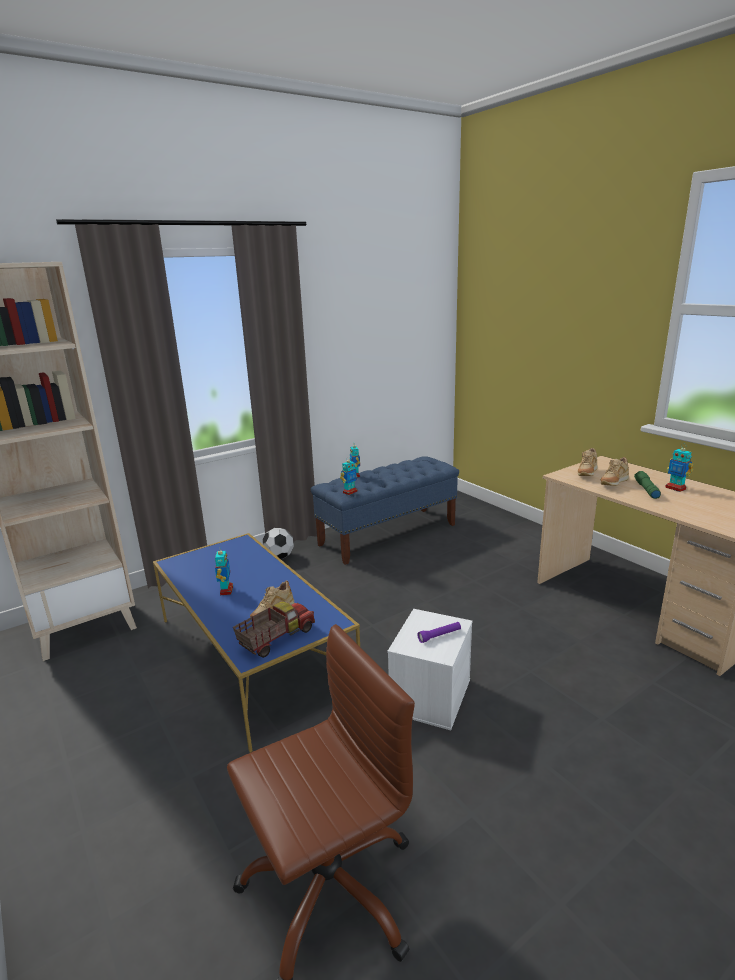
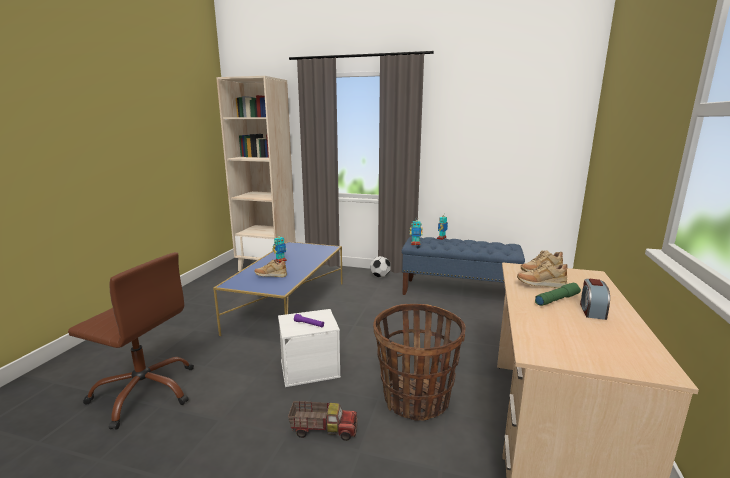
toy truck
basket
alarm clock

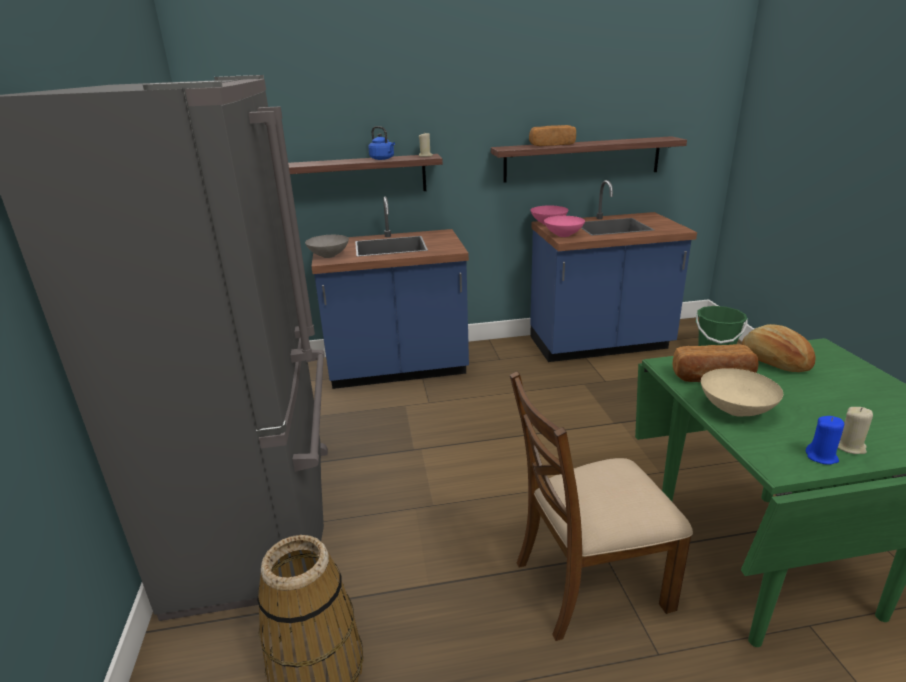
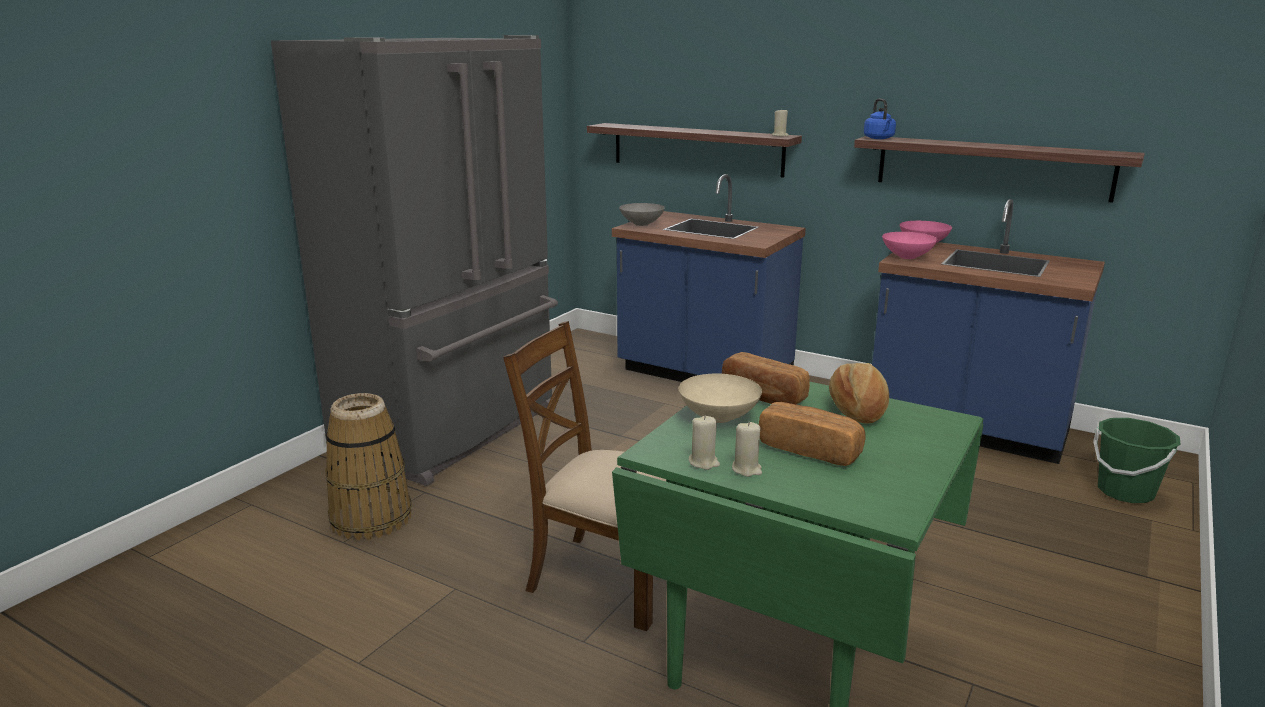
candle in beige (1st from left)
bread (2nd from left)
kettle in blue

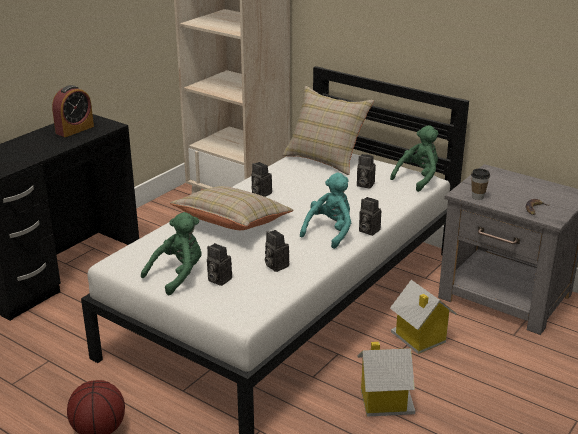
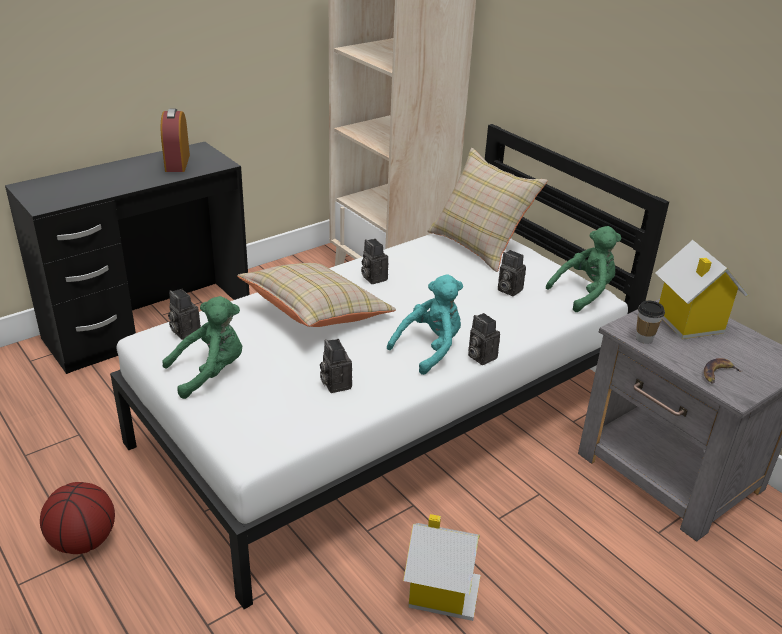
alarm clock
photo camera (1st from left)
toy house (2nd from left)

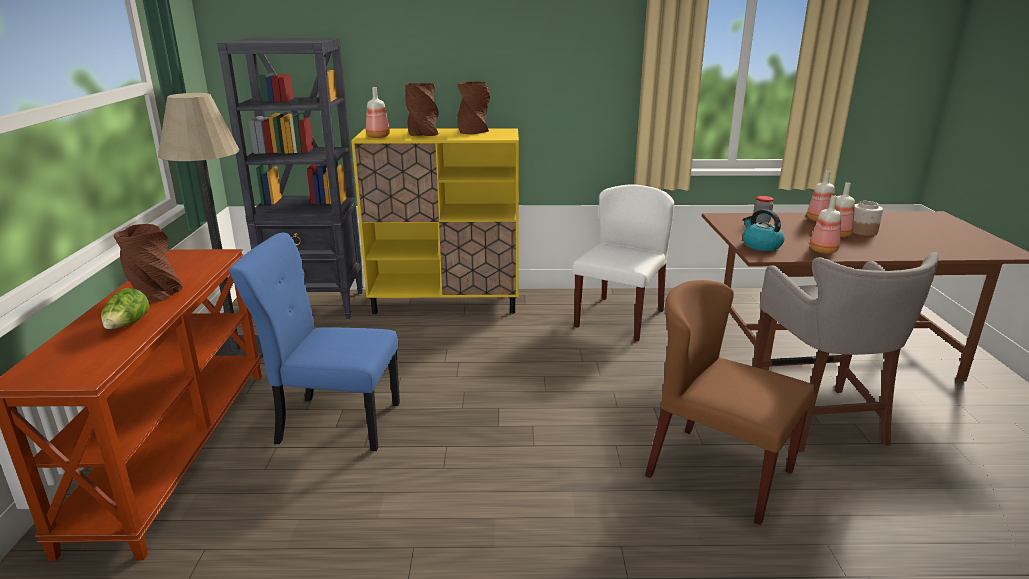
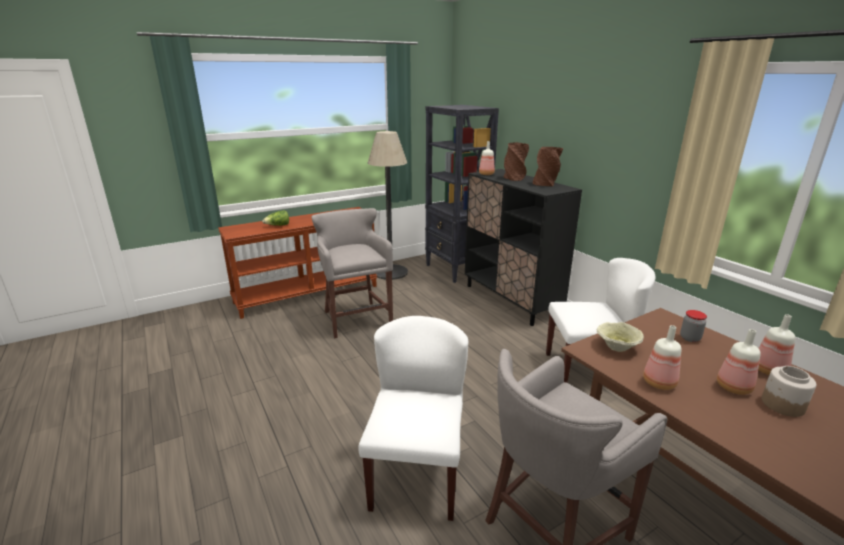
stool in grey (1st from left)
chair in white (1st from left)
cabinet in black
bowl in beige
vase in brown (1st from left in the first image)

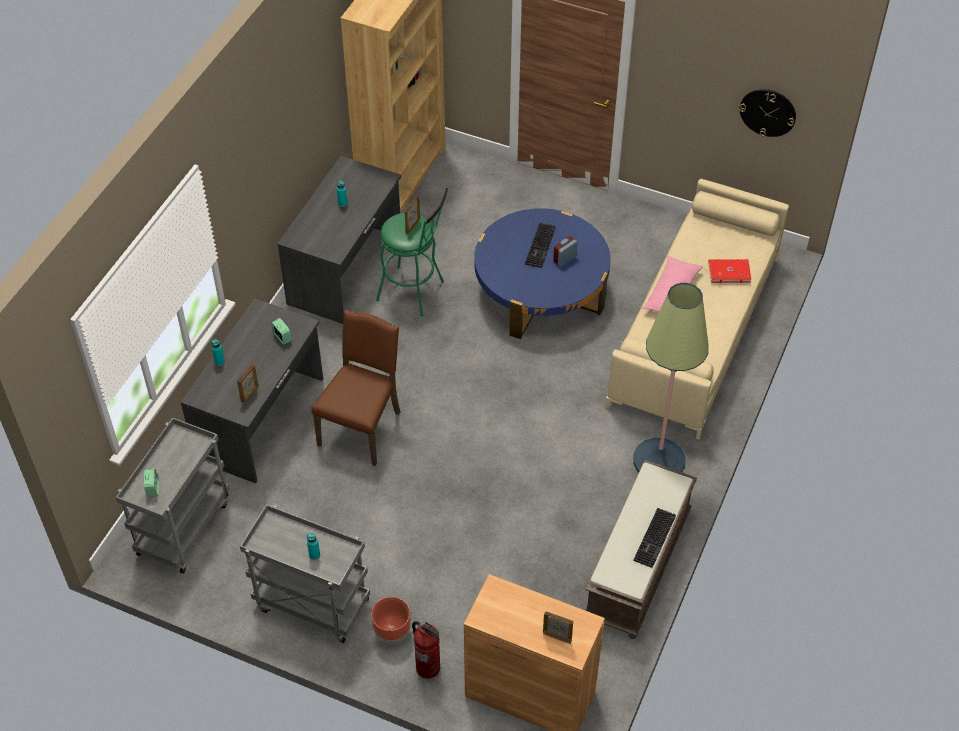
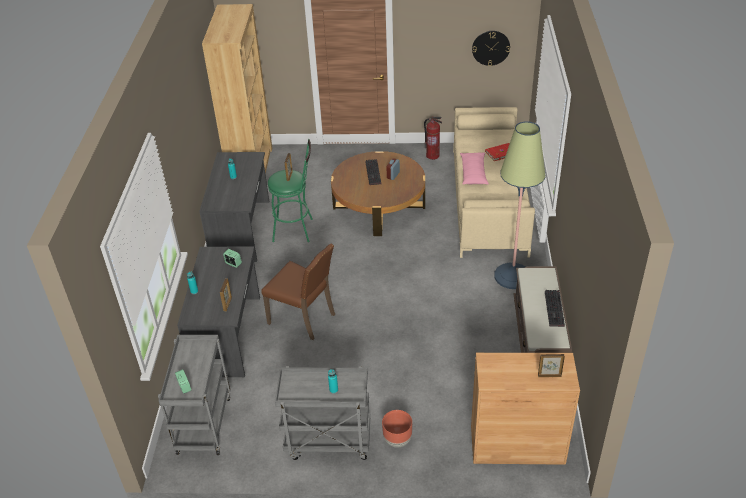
chair in brown
coffee table in brown
fire extinguisher

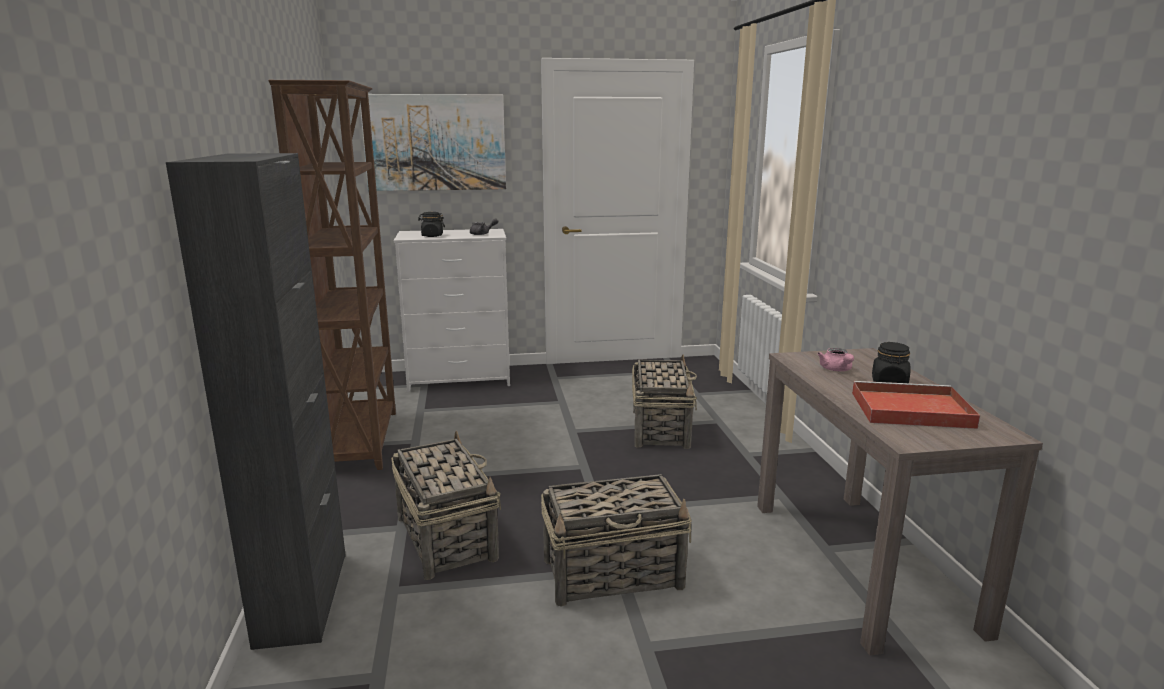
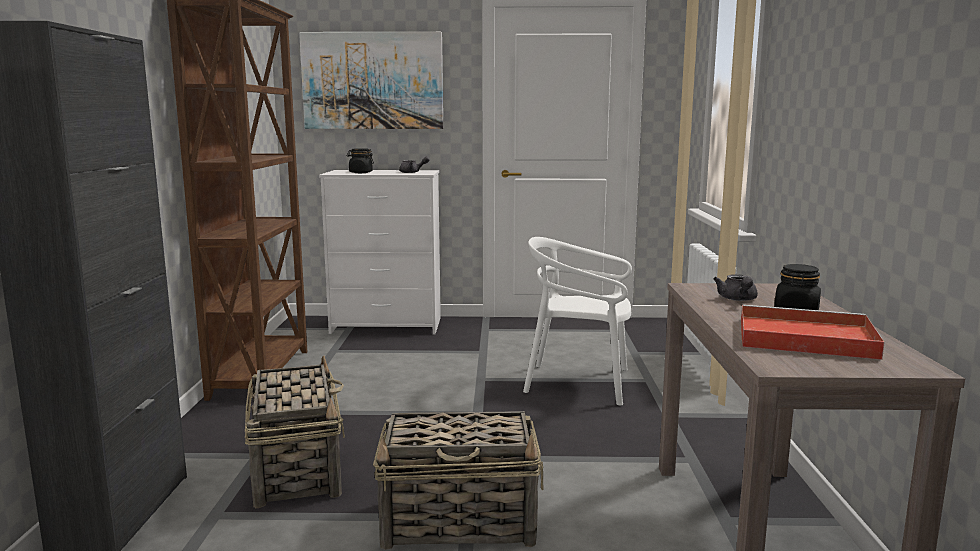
chair in white
teapot in grey (2nd from left)

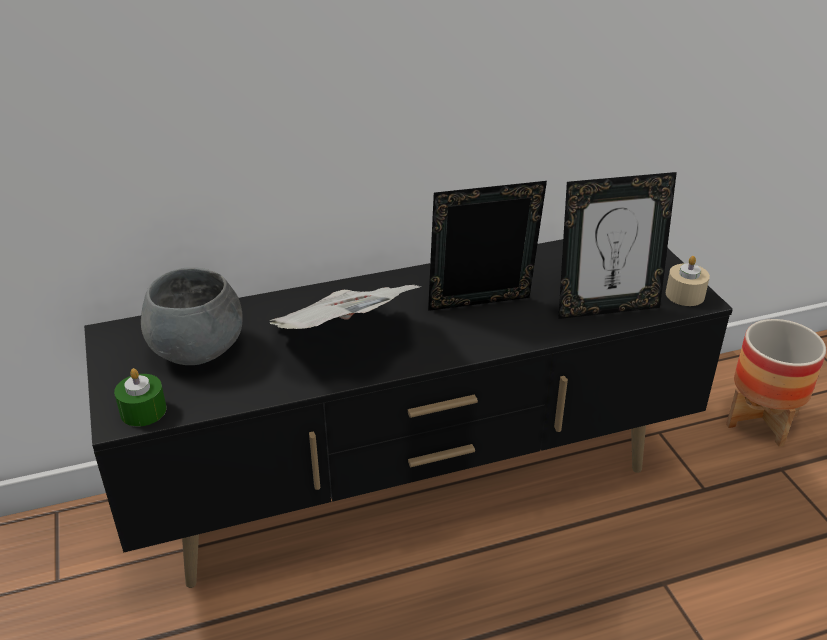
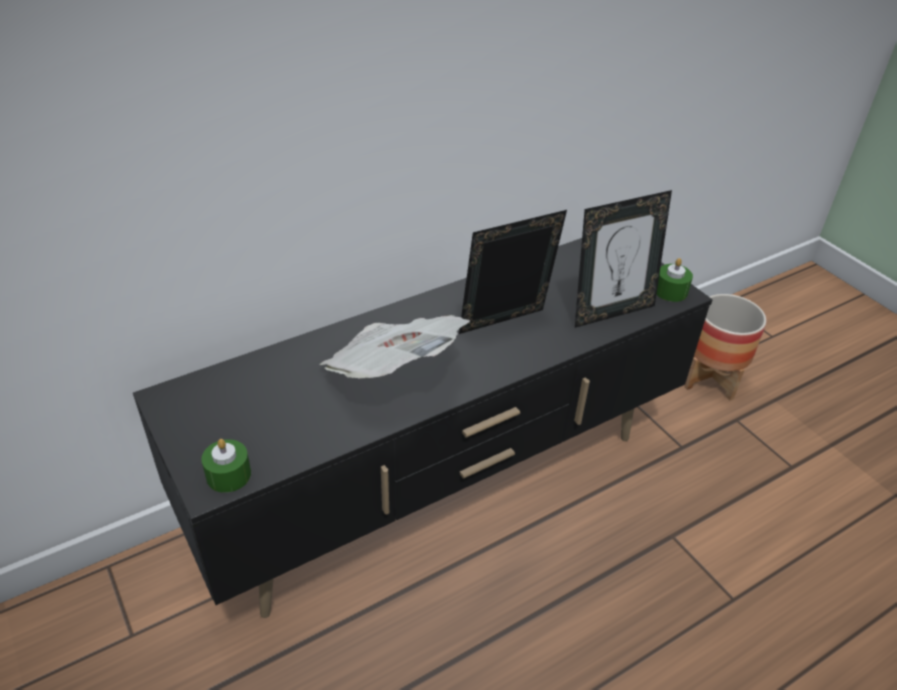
candle in green (2nd from left)
bowl in grey

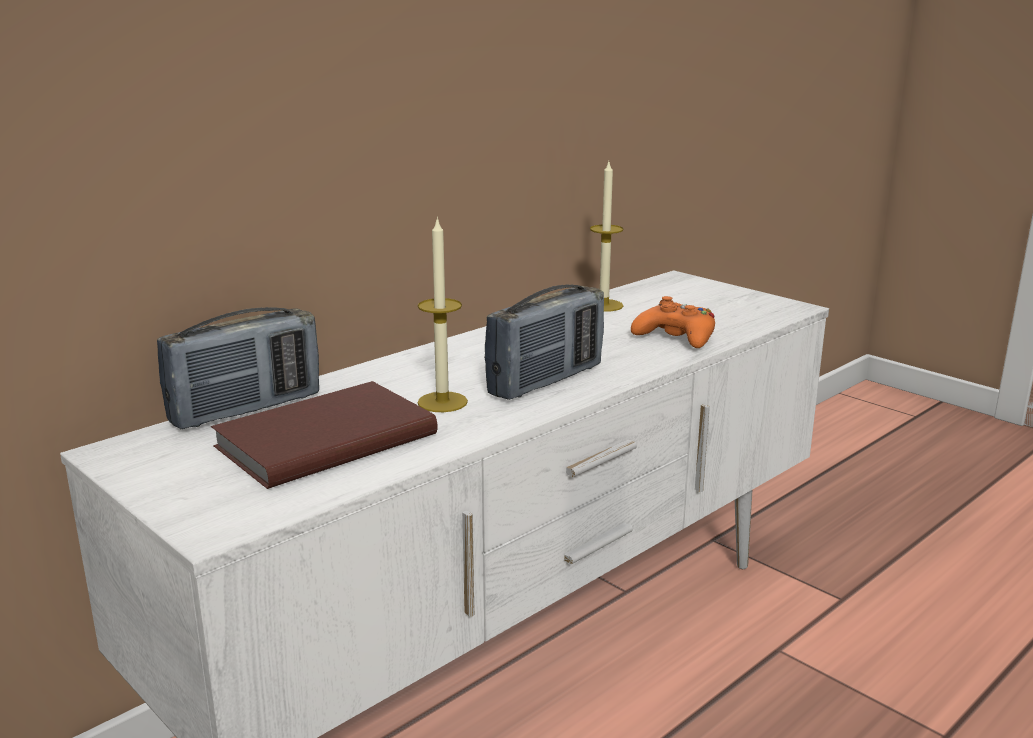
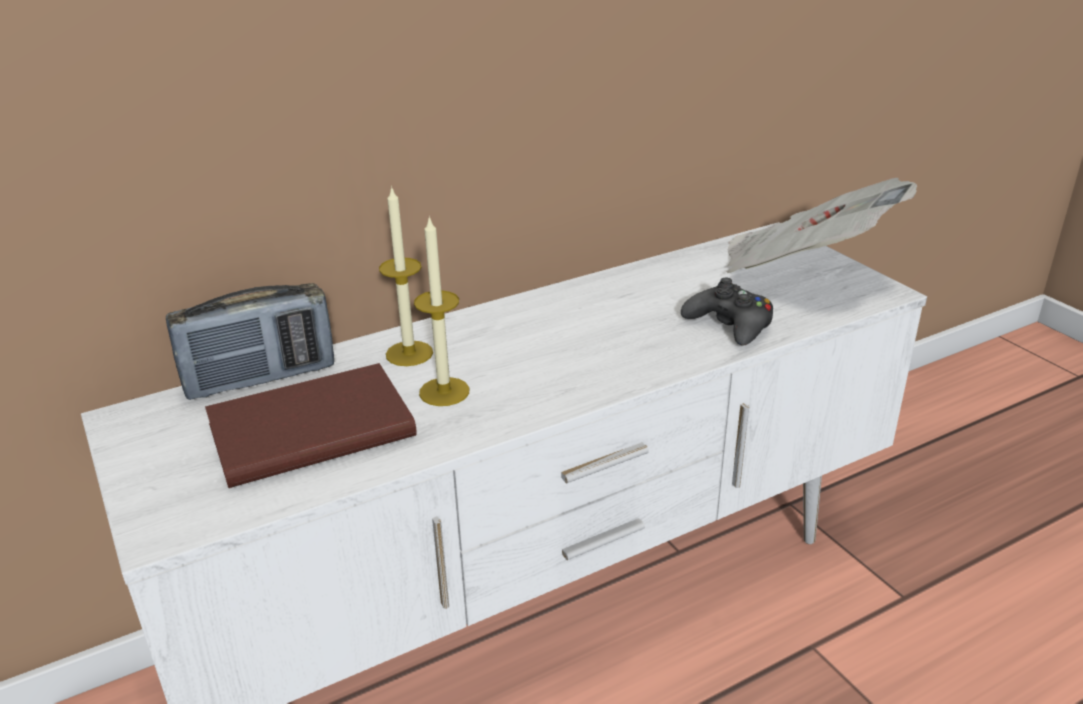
candle (1st from left)
game controller in black
newspaper
radio (2nd from left in the first image)

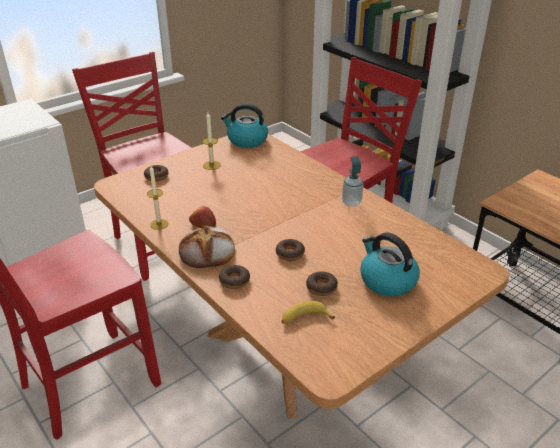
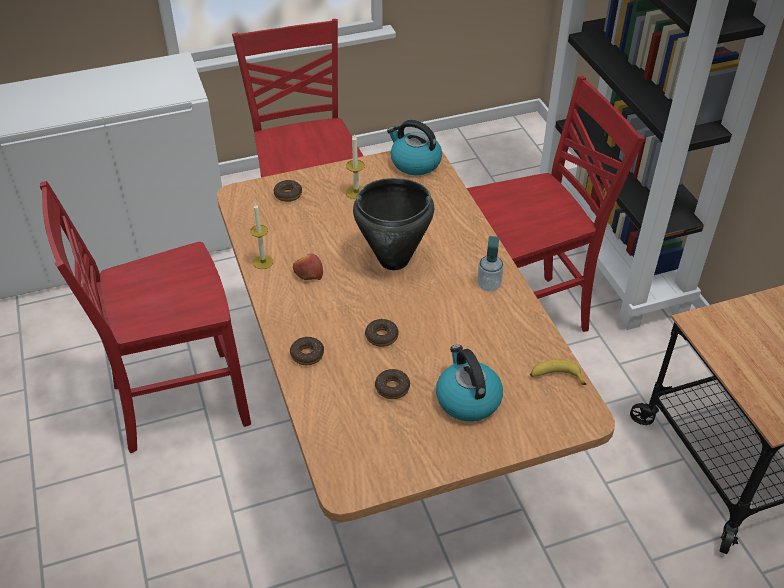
cooking pot in black
banana
bread

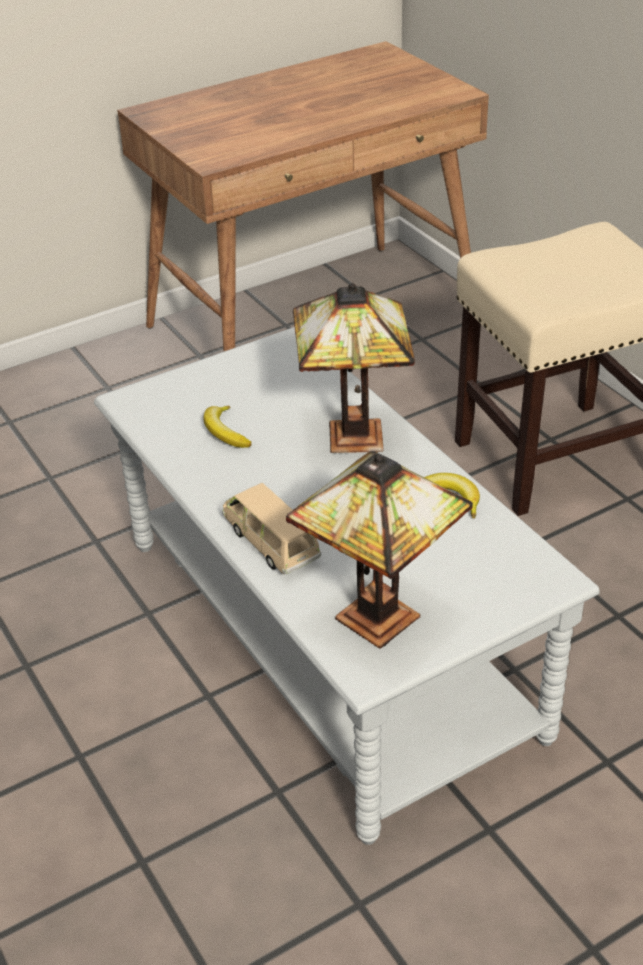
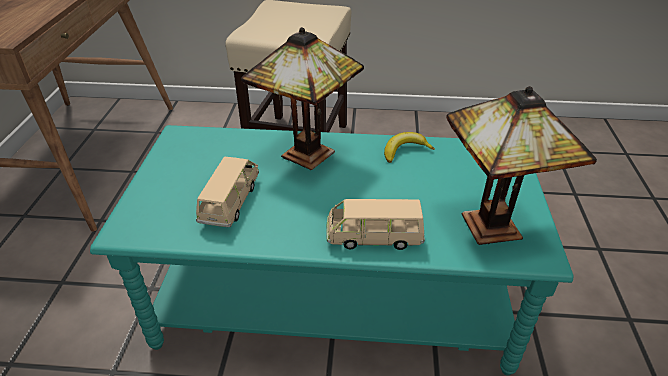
coffee table in turquoise
toy car in beige (1st from left)

